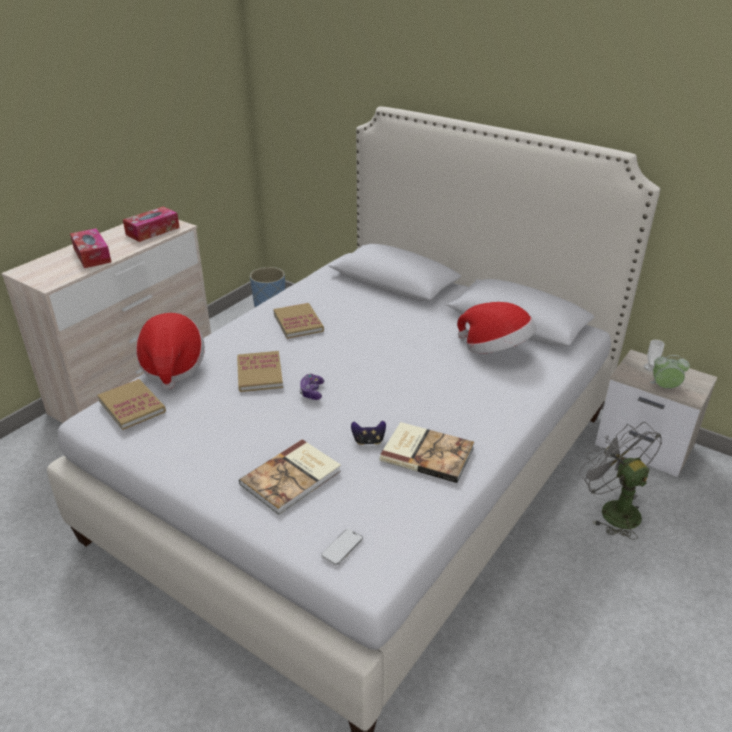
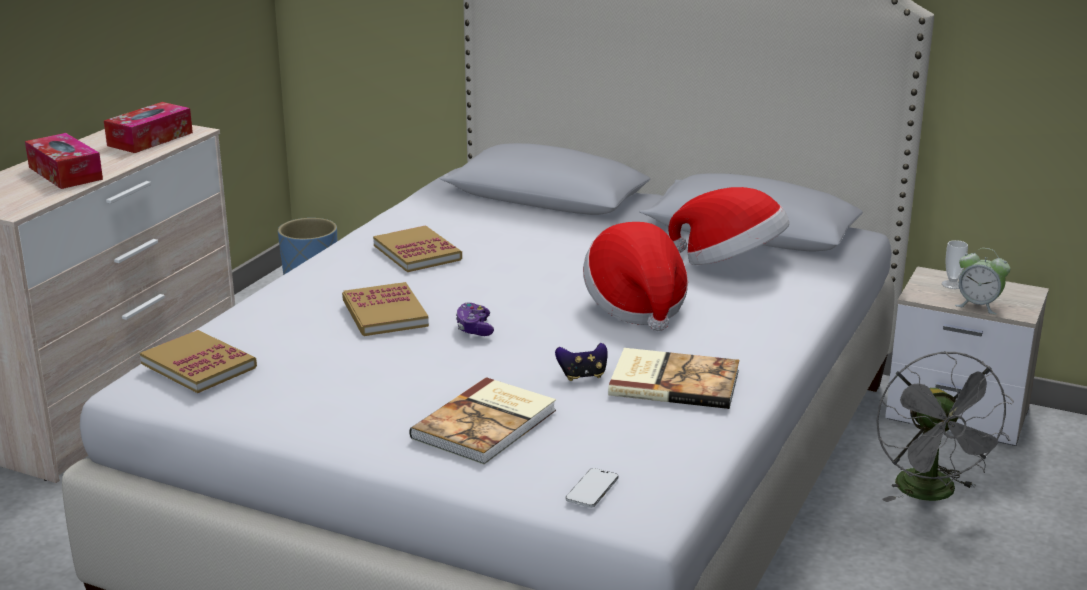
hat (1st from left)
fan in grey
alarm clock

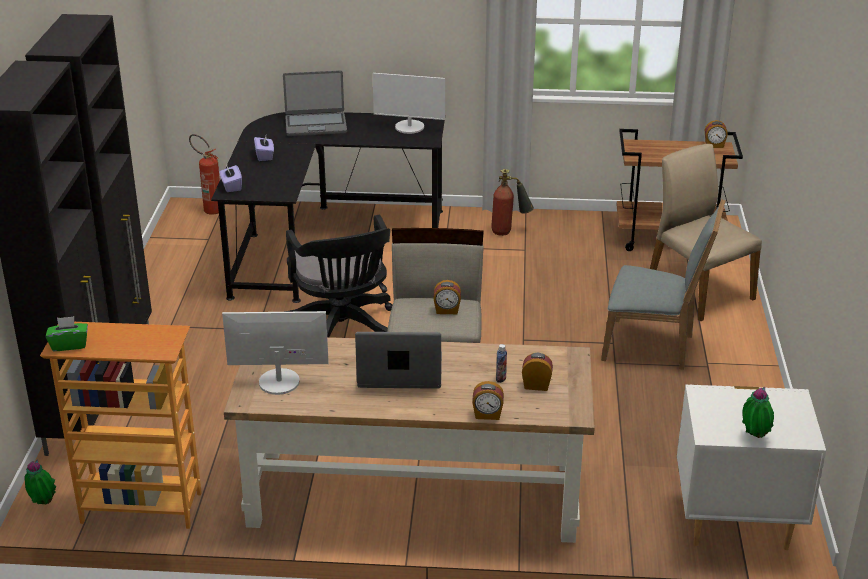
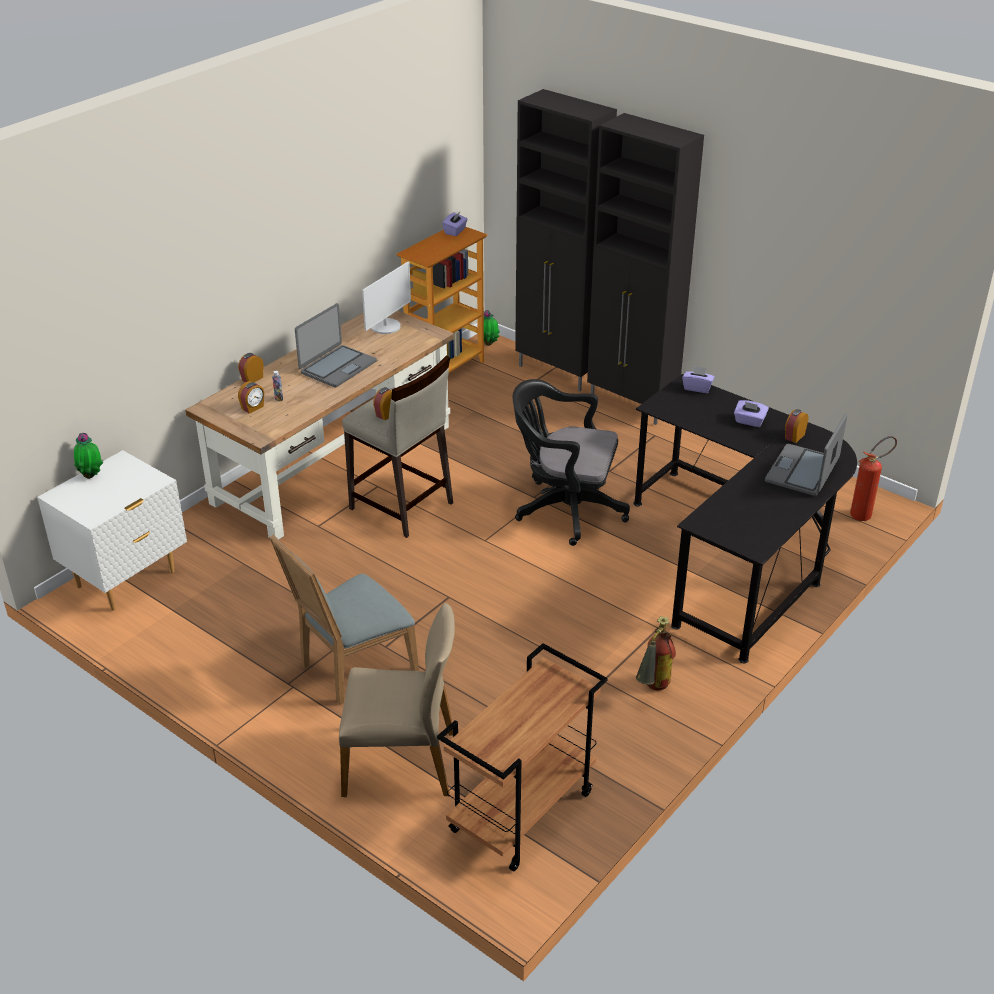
tissue box in purple (1st from left)
alarm clock (4th from left)
monitor (2nd from left in the first image)

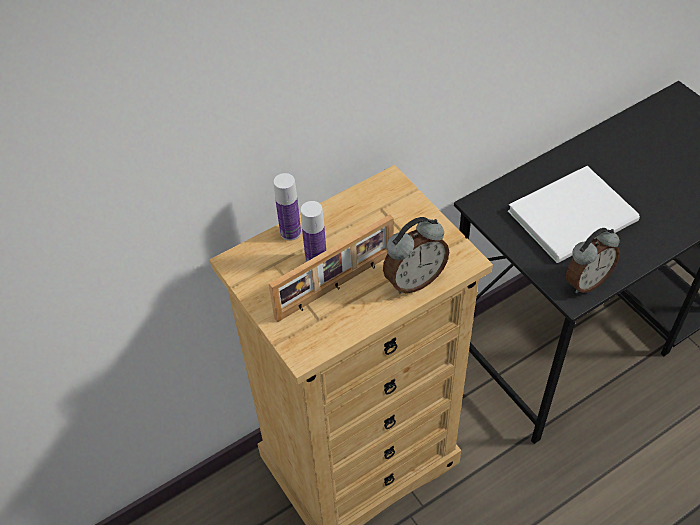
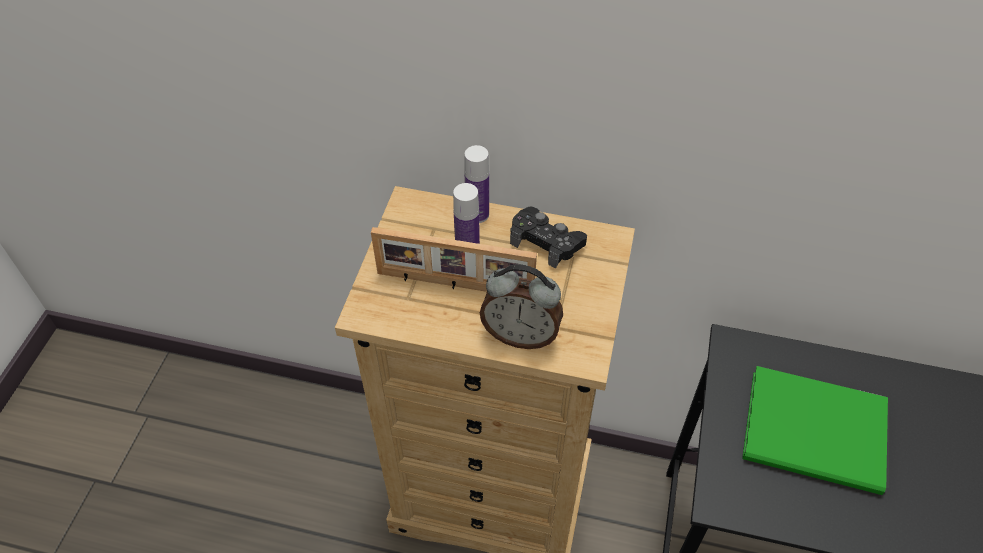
game controller in black
book in green
alarm clock (2nd from left in the first image)

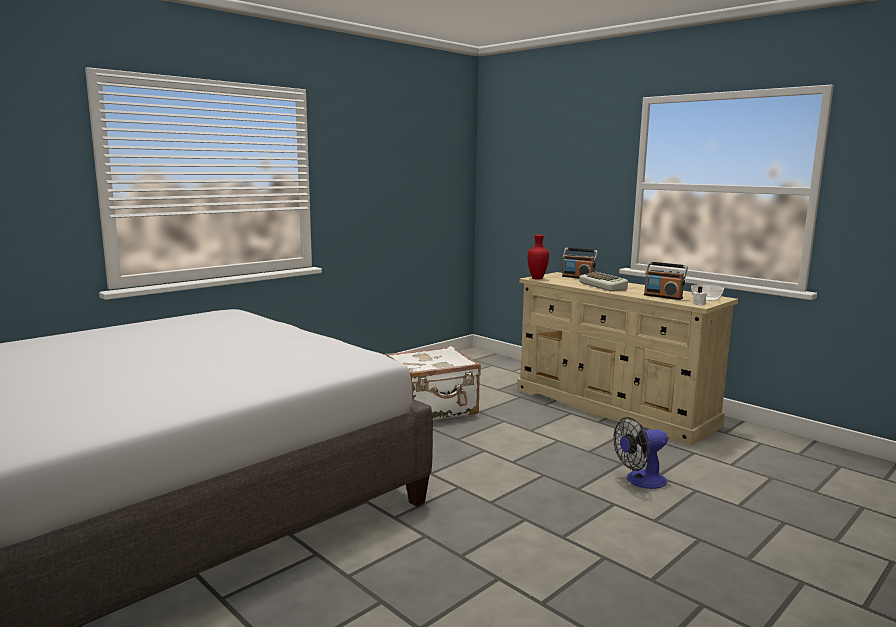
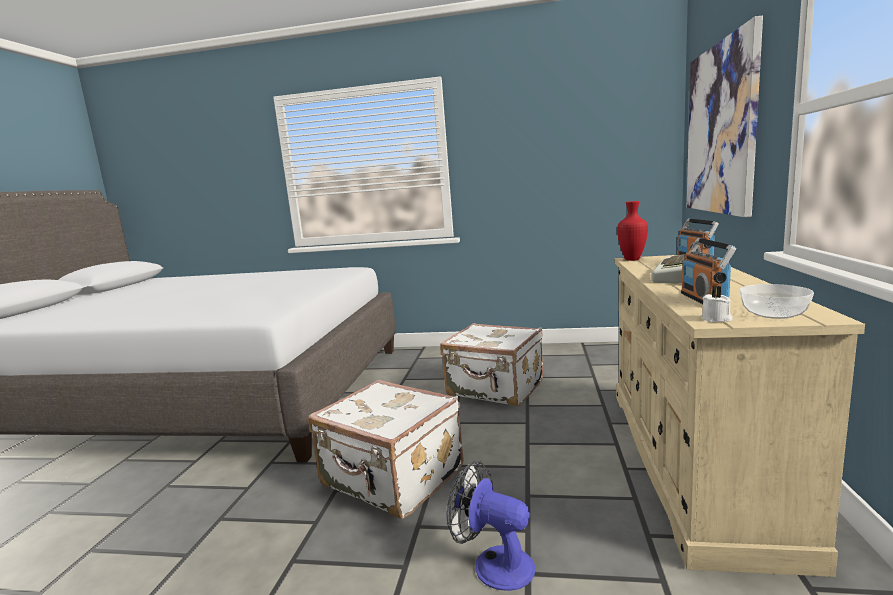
suitcase in white (1st from left)
picture

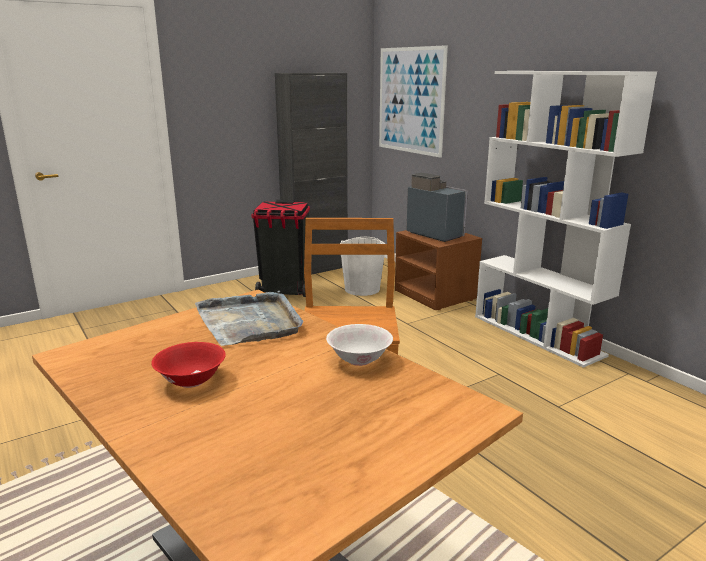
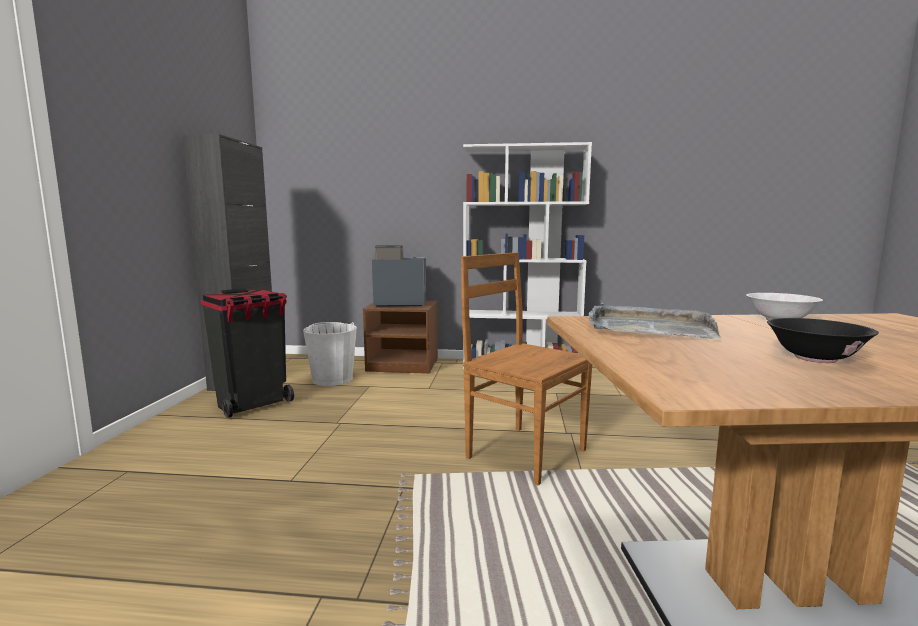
bowl in black
picture

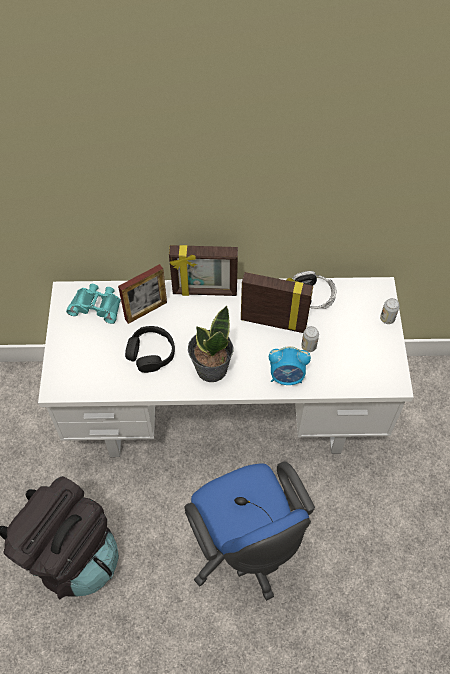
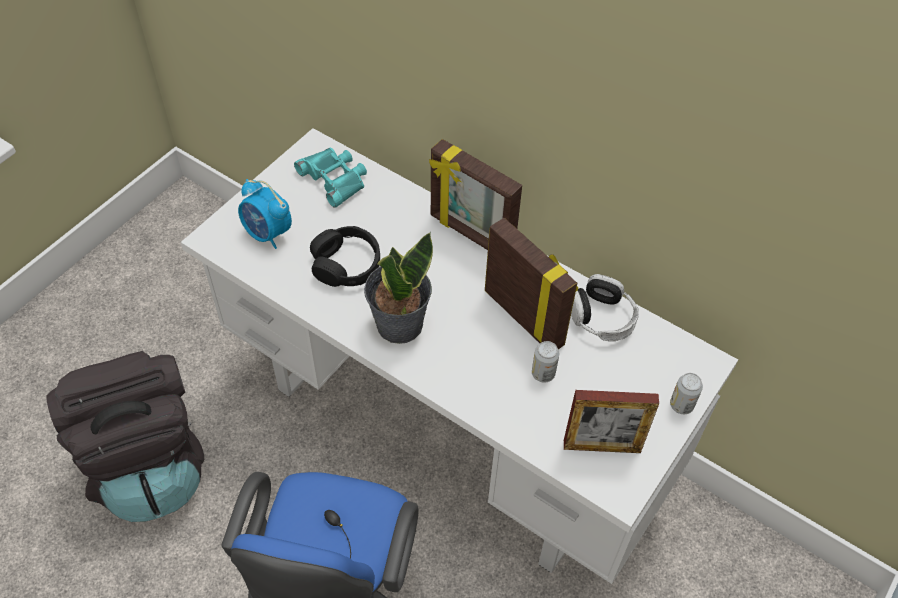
alarm clock
picture frame (3rd from left)

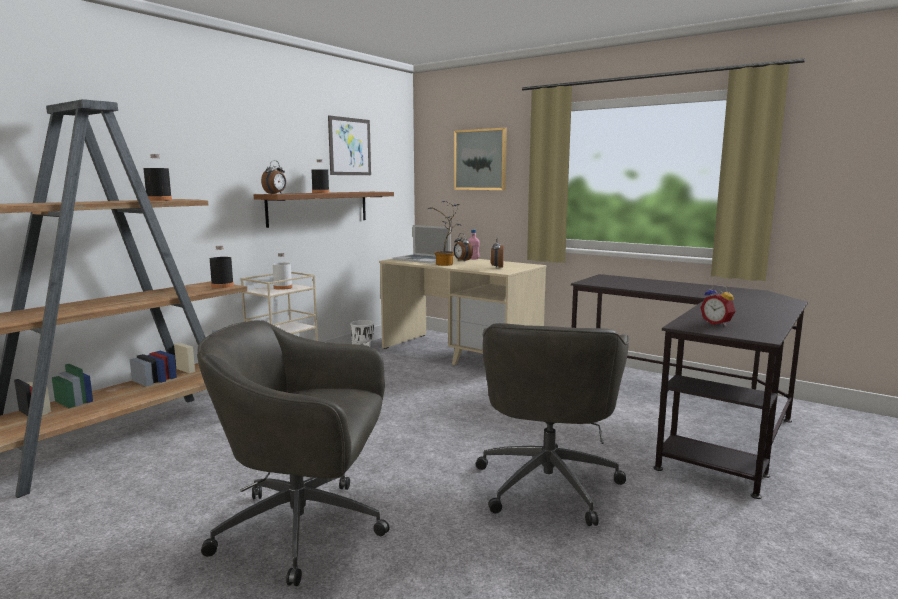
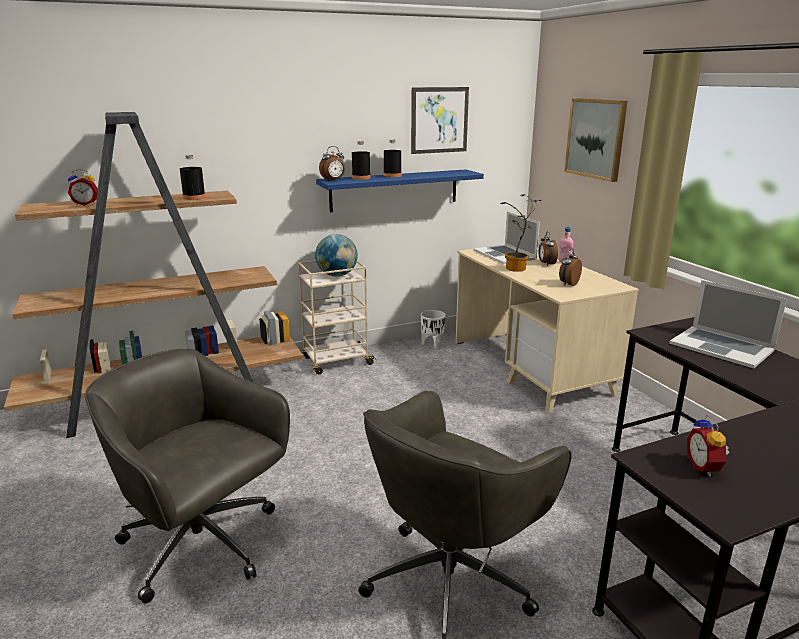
alarm clock (1st from left)
globe
shelf in blue
bottle in black (2nd from left)
laptop (2nd from left)

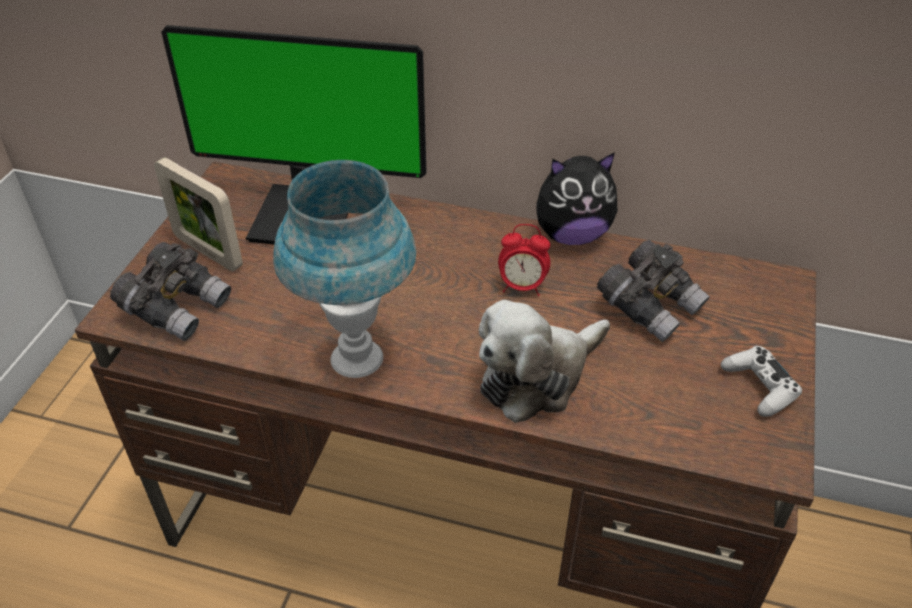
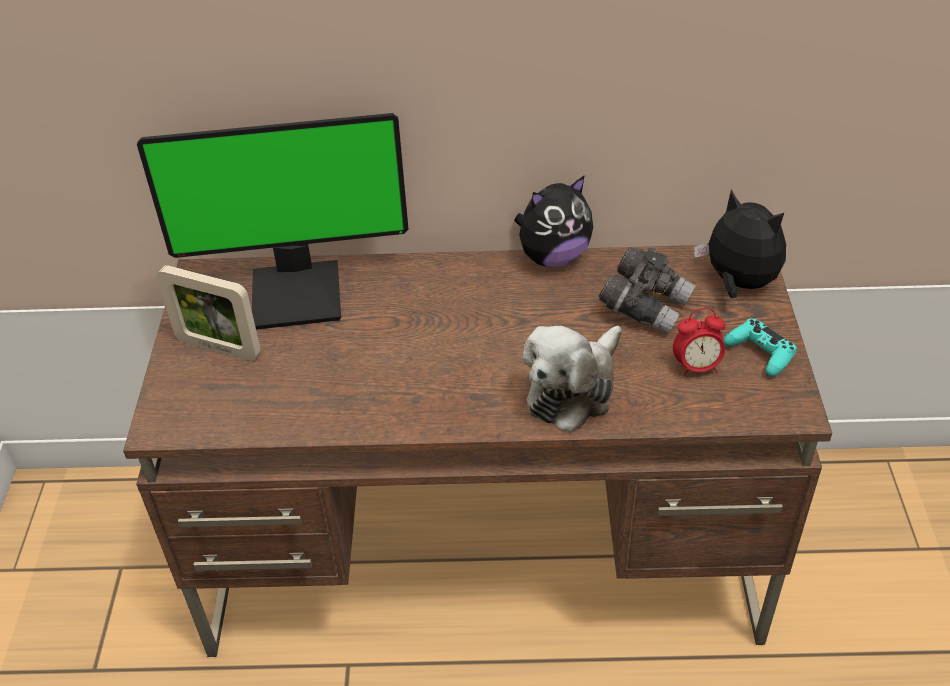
alarm clock
plush toy (3rd from left)
game controller in turquoise
binoculars in grey (1st from left in the first image)
table lamp in blue

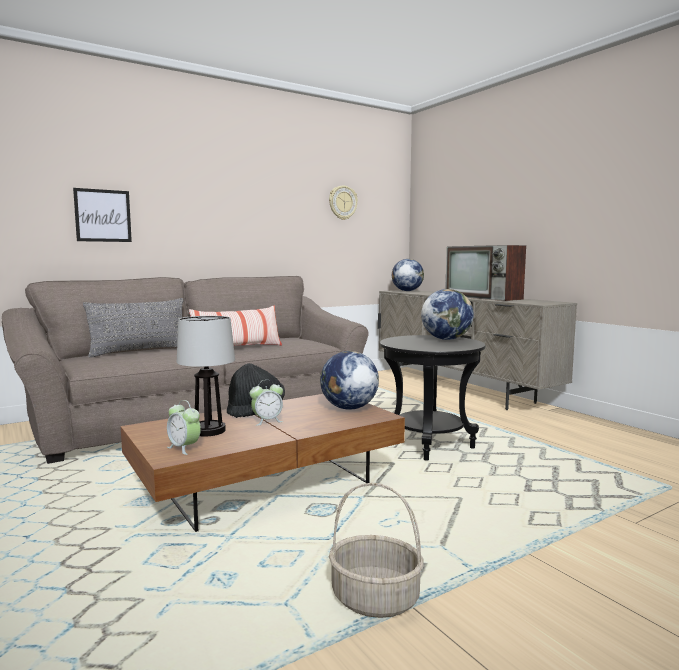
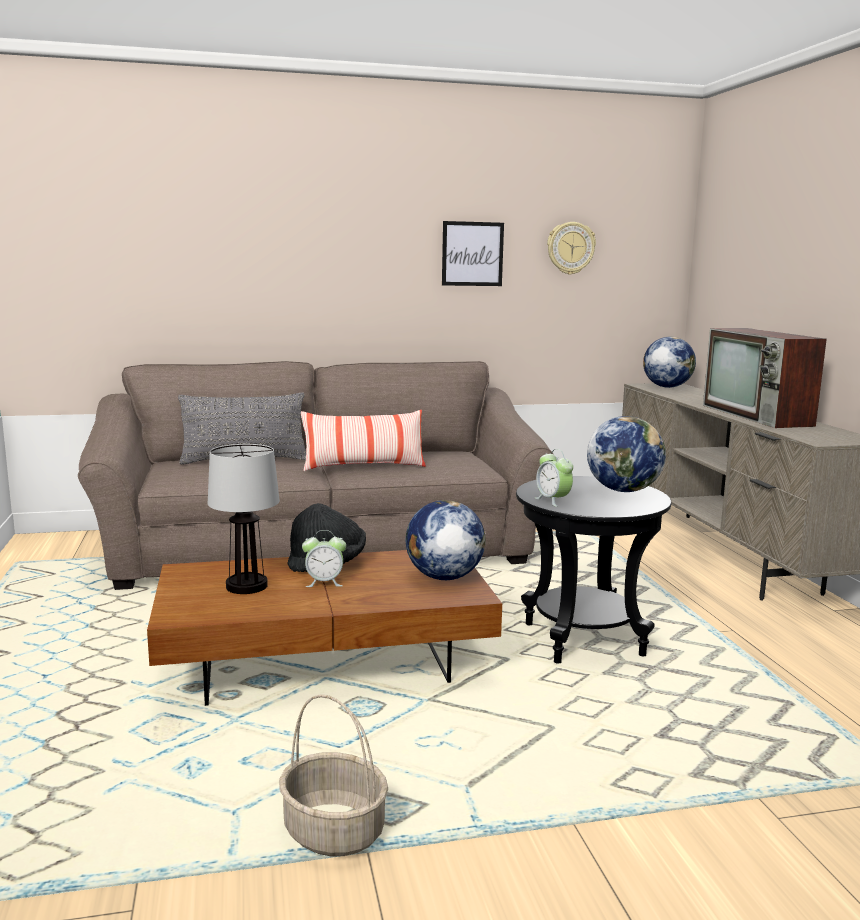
picture
alarm clock (2nd from left)

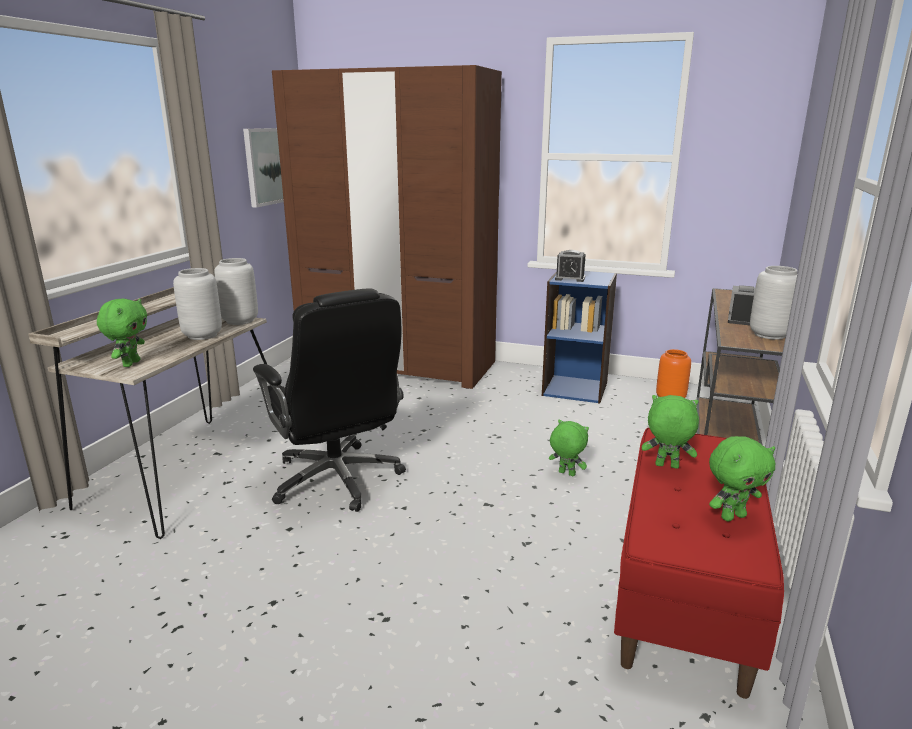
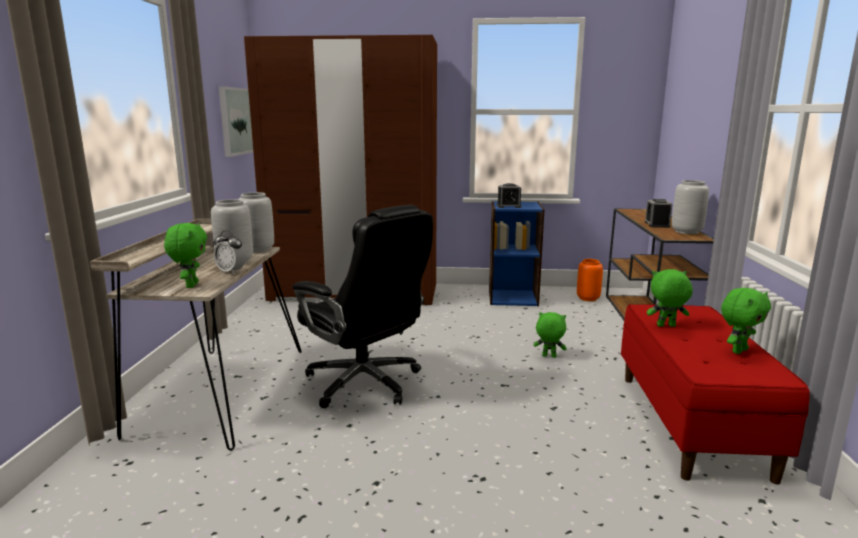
alarm clock (1st from left)

